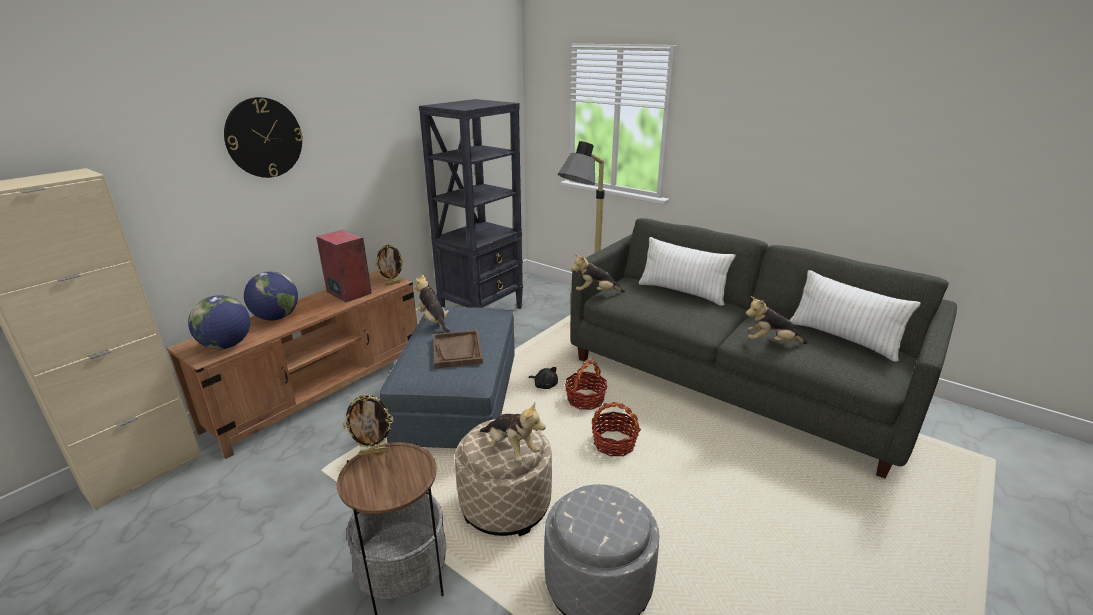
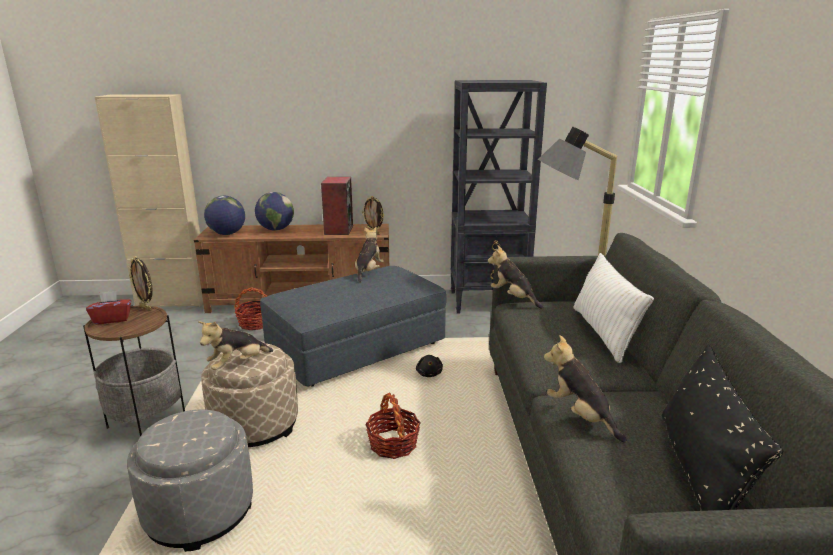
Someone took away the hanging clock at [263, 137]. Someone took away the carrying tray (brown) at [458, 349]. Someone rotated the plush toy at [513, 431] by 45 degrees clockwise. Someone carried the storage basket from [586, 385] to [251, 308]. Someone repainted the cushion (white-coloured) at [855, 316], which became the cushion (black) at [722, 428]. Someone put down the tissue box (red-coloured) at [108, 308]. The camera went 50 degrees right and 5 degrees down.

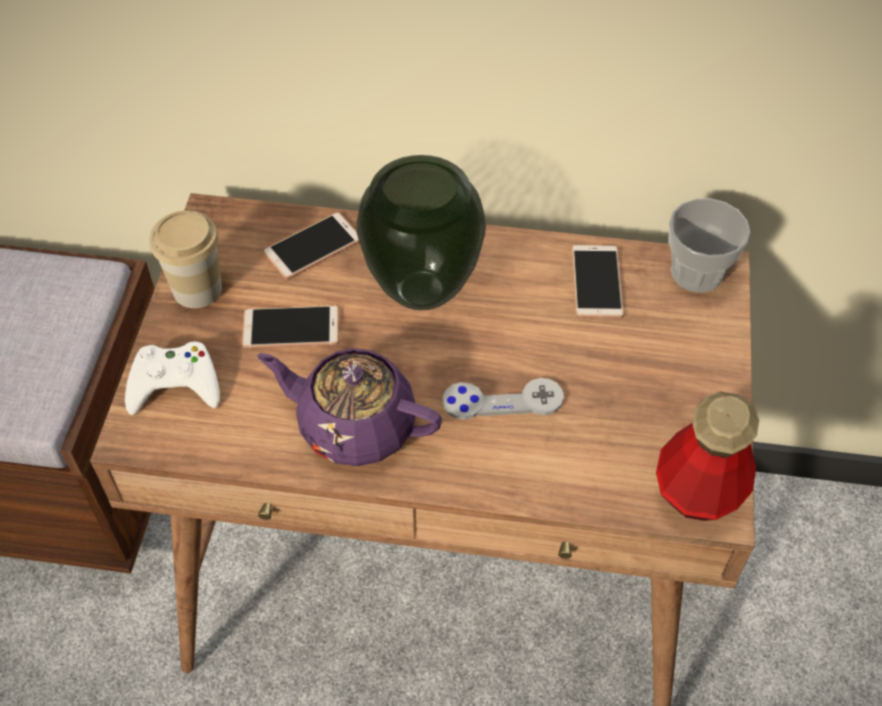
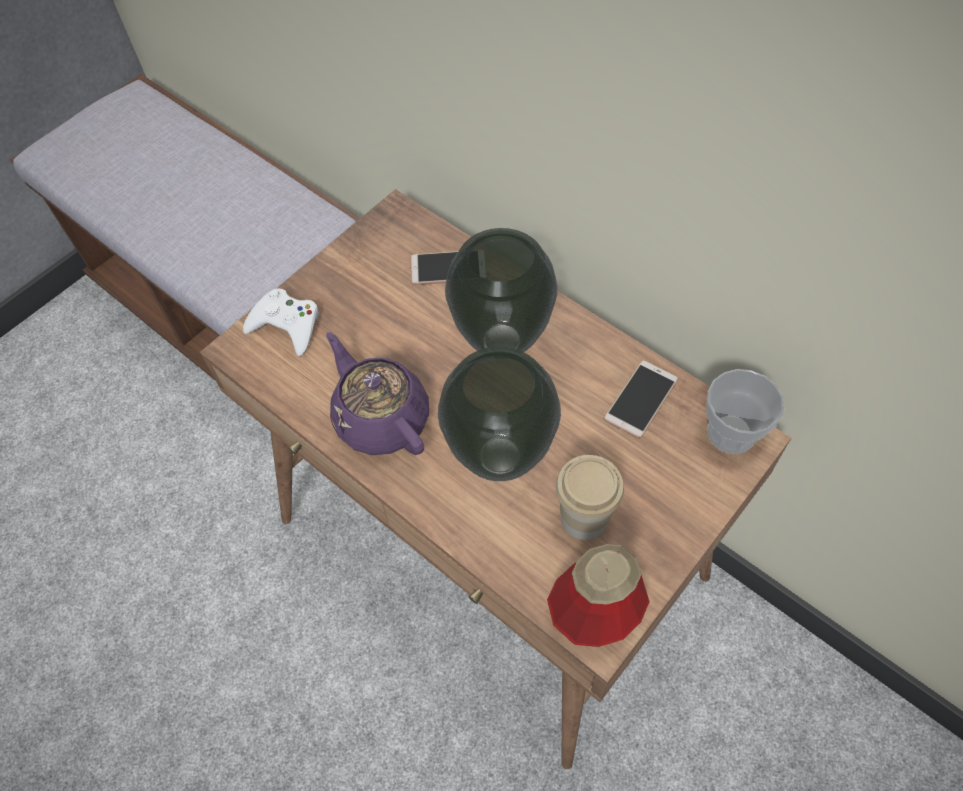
Someone carried the small cup from [186, 259] to [590, 497]. Someone took away the handset at [290, 327]. Someone swapped the gamepad (grey) at [503, 399] for the flower vase at [499, 414]. The camera went 35 degrees right and 5 degrees up.

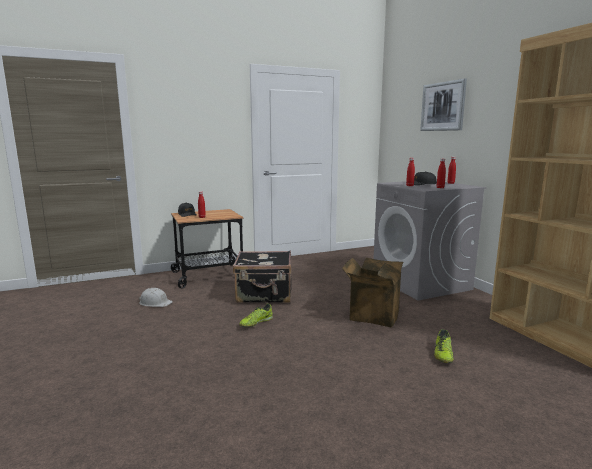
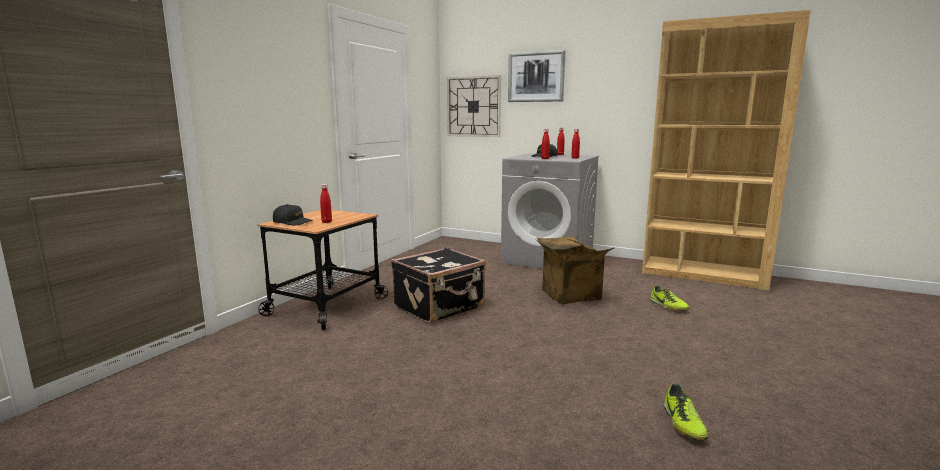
Someone took away the hard hat (white-coloured) at [156, 297]. Someone carried the item of footwear from [256, 315] to [686, 412]. Someone put up the hanging clock at [474, 106]. The camera went 40 degrees left and 0 degrees up.

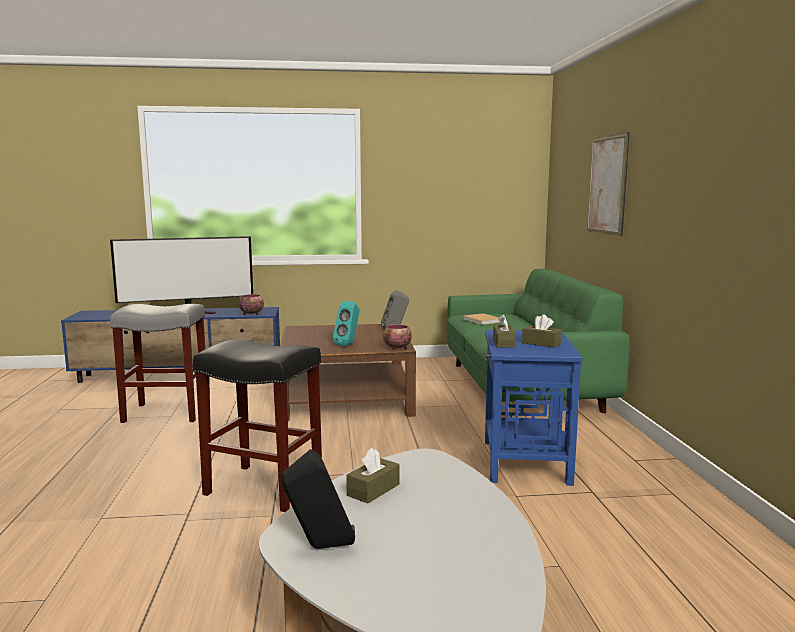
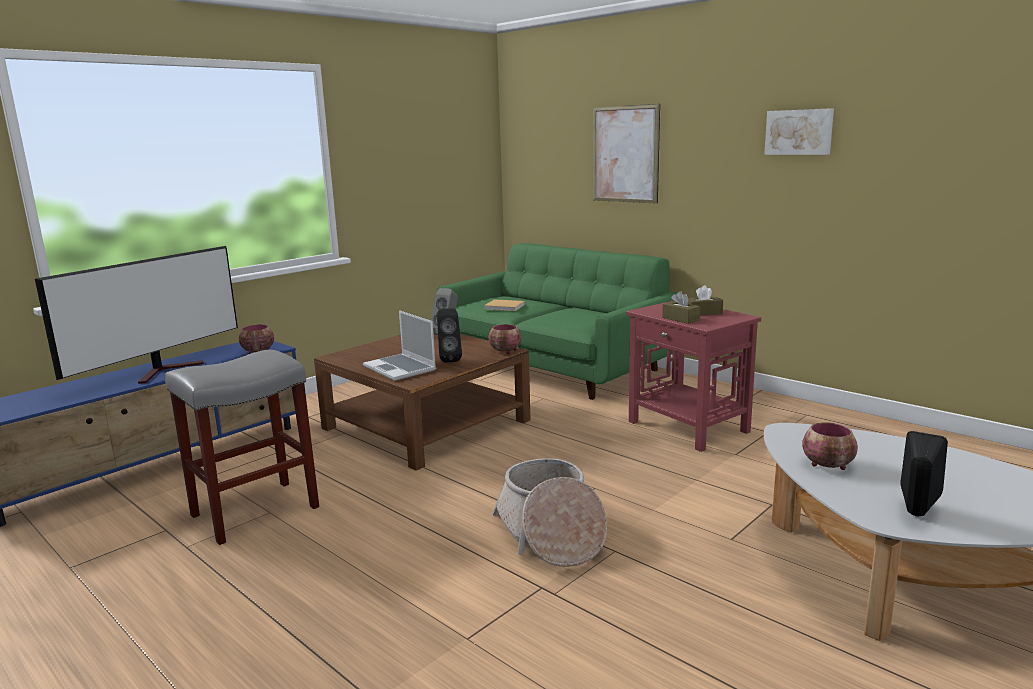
Someone swapped the stool (black) at [257, 425] for the storage basket at [549, 512]. Someone repainted the audio speaker (turquoise) at [346, 323], which became the audio speaker (black) at [449, 335]. Someone swapped the tissue box (brown) at [373, 475] for the deep dish at [830, 446]. Someone repainted the end table (bluish) at [534, 408], which became the end table (red-coloured) at [693, 376]. Someone put down the portable computer at [399, 345]. Someone put up the picture at [799, 131]. The camera went 40 degrees left and 5 degrees up.

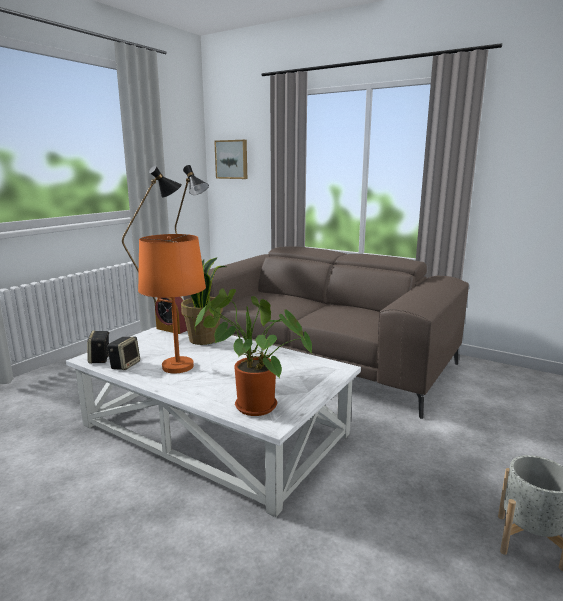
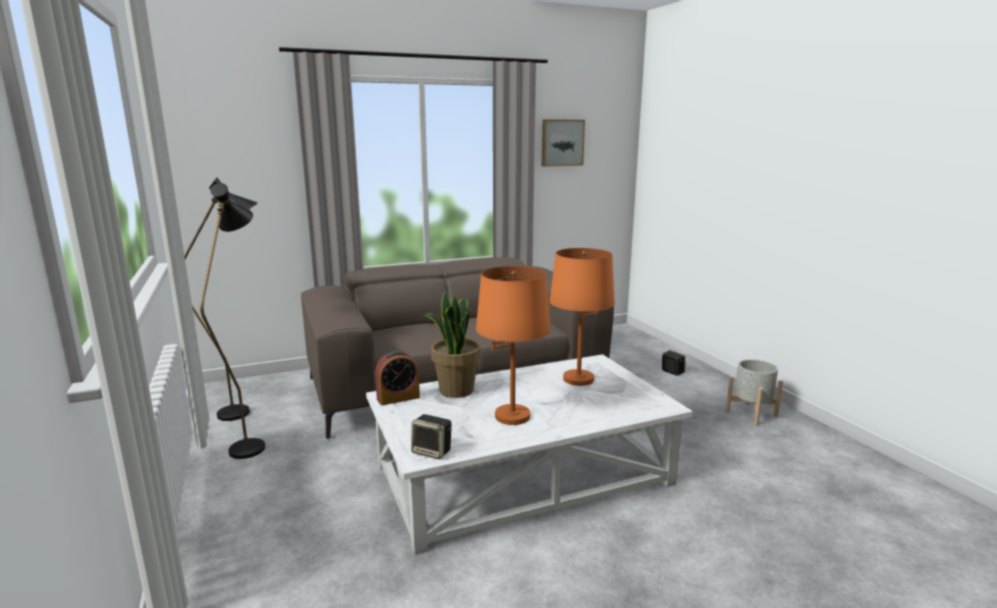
Someone carried the audio speaker from [123, 353] to [674, 363]. Someone took away the houseplant at [253, 352]. Someone carried the picture from [230, 159] to [563, 143]. Someone put down the table lamp (orange-coloured) at [582, 317]. The camera went 55 degrees left and 0 degrees up.

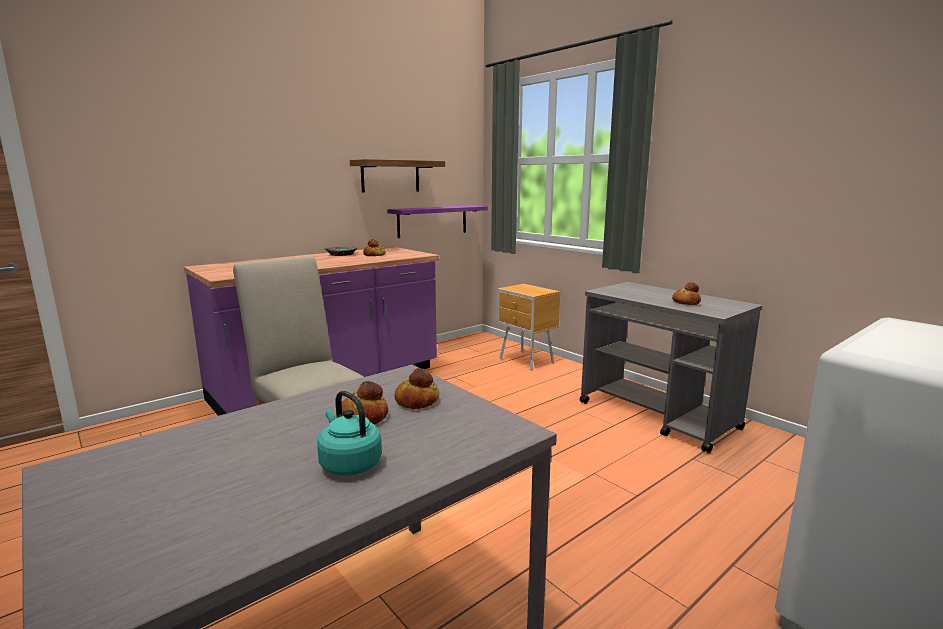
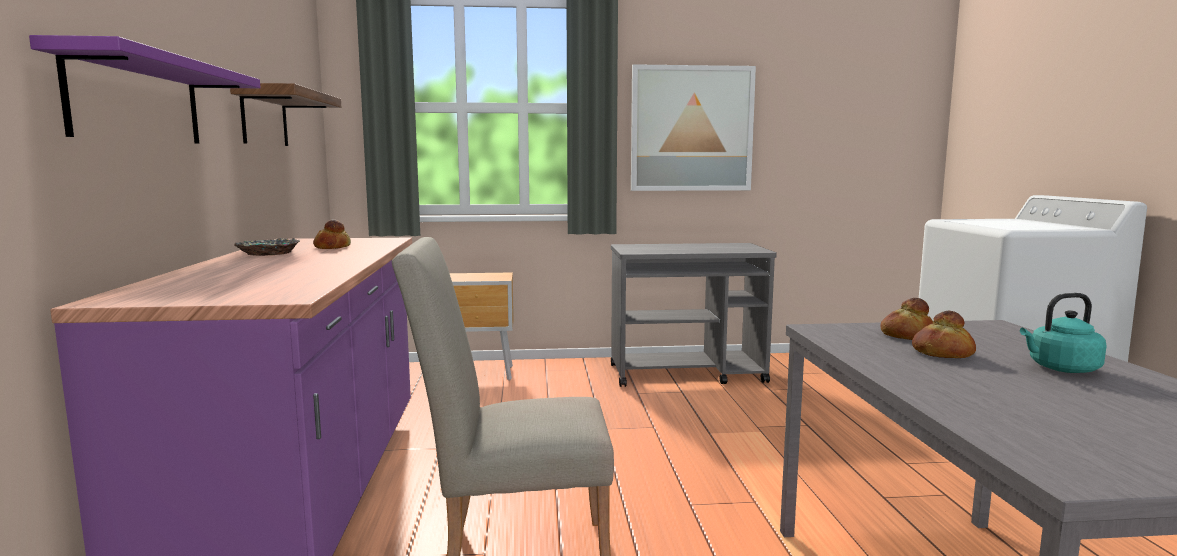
Someone carried the bracket shelf (purple) from [437, 221] to [145, 89]. Someone took away the baked bread at [686, 293]. Someone put up the picture at [693, 127]. The camera went 55 degrees left and 5 degrees down.

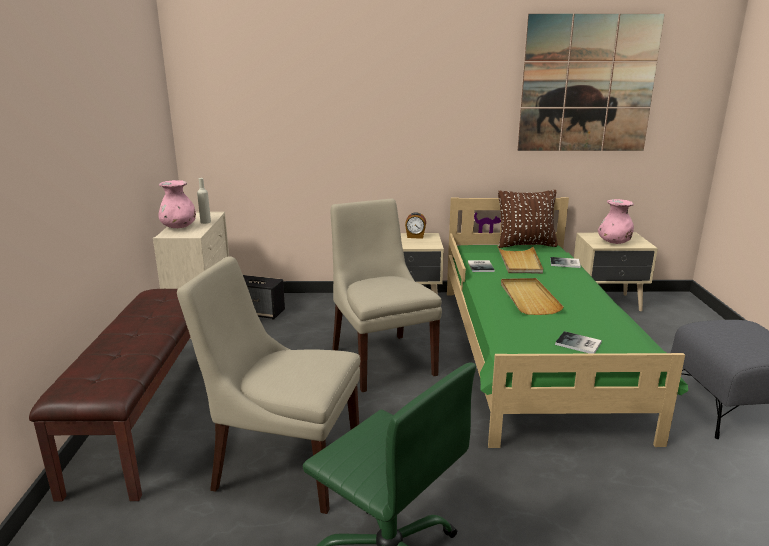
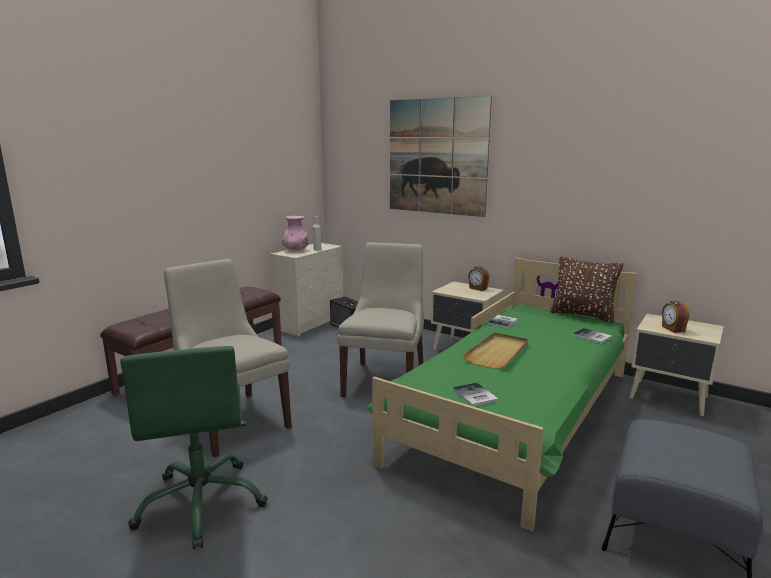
Someone took away the carrying tray (beige) at [520, 259]. Someone carried the picture from [591, 82] to [441, 156]. Someone swapped the flower vase (pink) at [616, 221] for the alarm clock at [675, 317]. The camera went 35 degrees right and 5 degrees down.

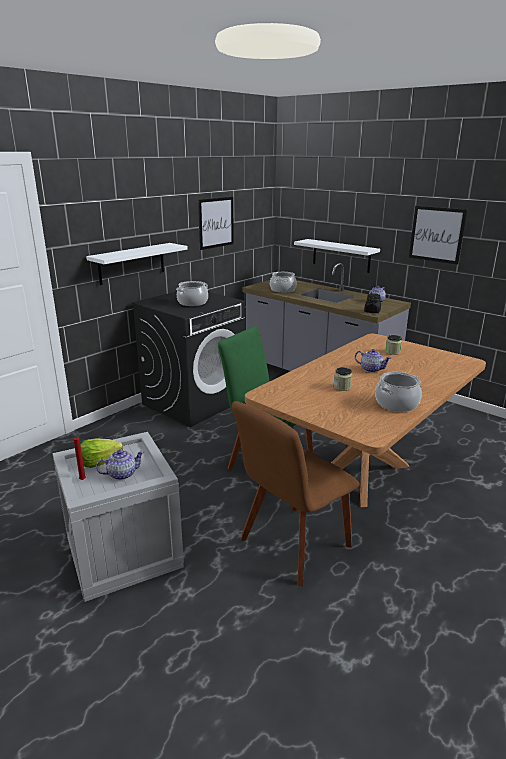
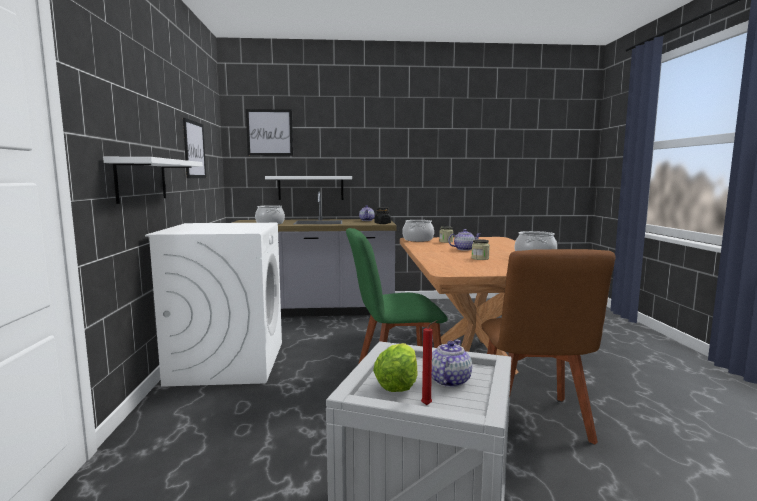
Someone repainted the washing machine (black) at [188, 359], which became the washing machine (white-coloured) at [213, 305]. Someone carried the stockpot from [192, 293] to [418, 231]. Someone carried the picture from [438, 235] to [269, 132]. The camera went 45 degrees left and 15 degrees down.

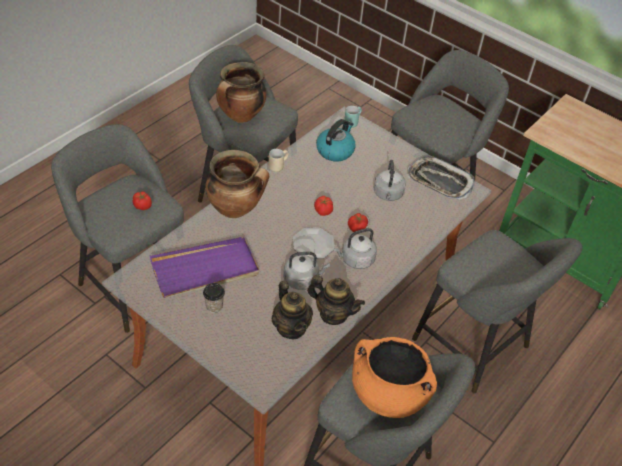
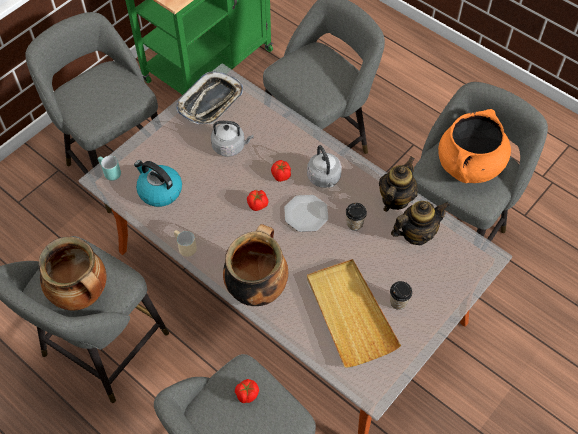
Someone repainted the carrying tray (purple) at [204, 267], which became the carrying tray (beige) at [354, 313]. Someone swapped the tea kettle (grey) at [307, 271] for the small cup at [356, 217]. The camera went 85 degrees left and 10 degrees up.

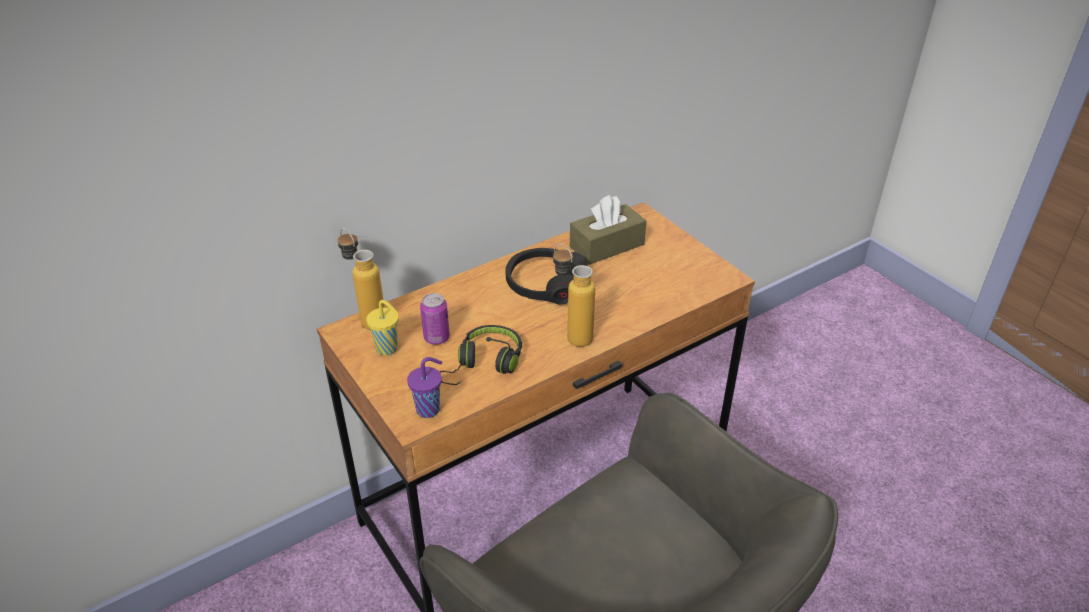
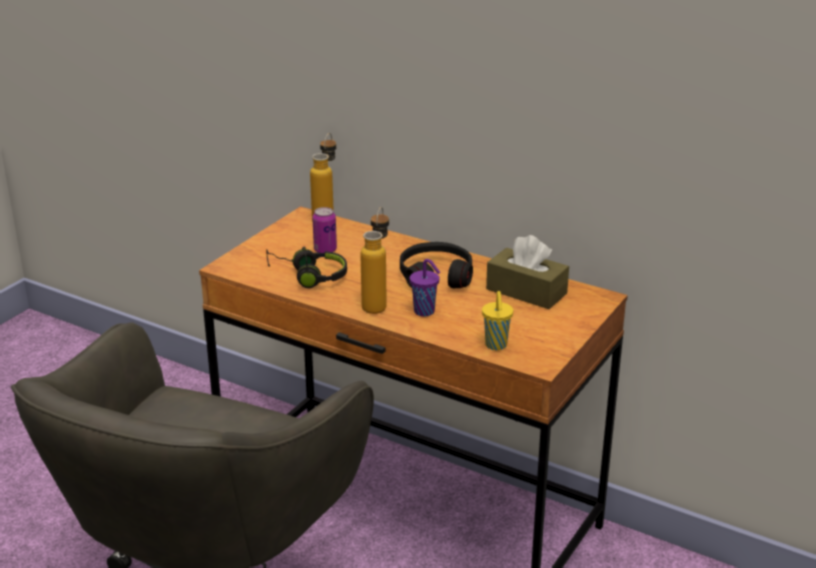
Someone carried the small cup (yellow) from [382, 328] to [497, 320]. Someone carried the small cup (purple) from [424, 387] to [425, 287]. The camera went 65 degrees right and 10 degrees down.

